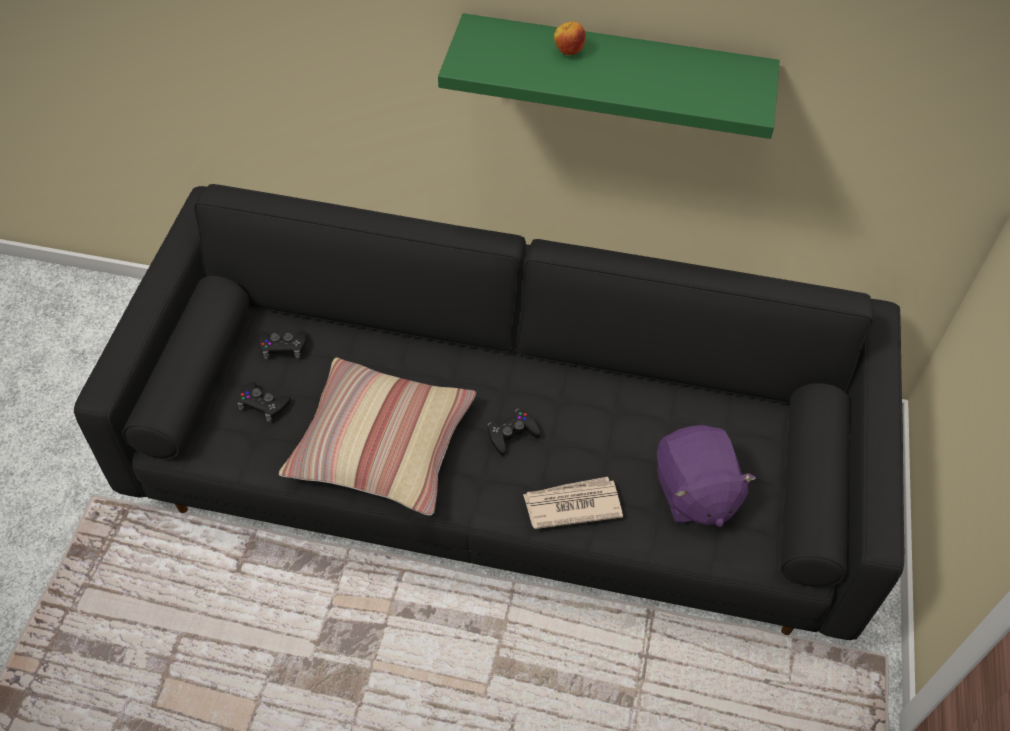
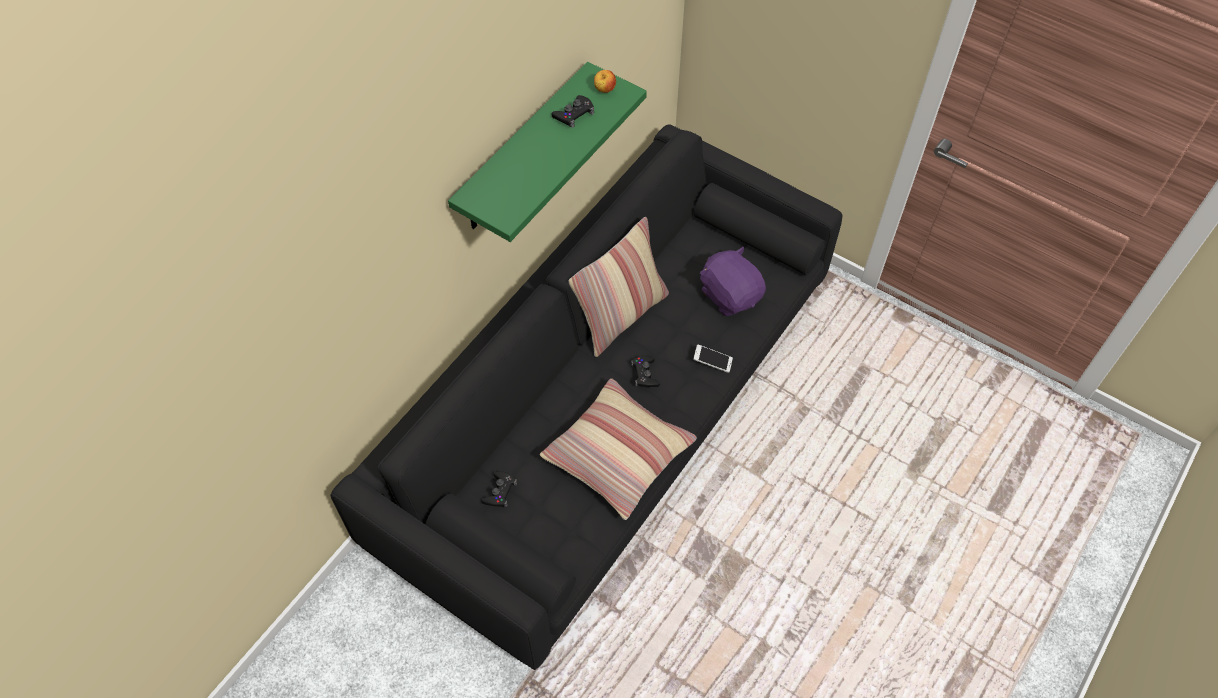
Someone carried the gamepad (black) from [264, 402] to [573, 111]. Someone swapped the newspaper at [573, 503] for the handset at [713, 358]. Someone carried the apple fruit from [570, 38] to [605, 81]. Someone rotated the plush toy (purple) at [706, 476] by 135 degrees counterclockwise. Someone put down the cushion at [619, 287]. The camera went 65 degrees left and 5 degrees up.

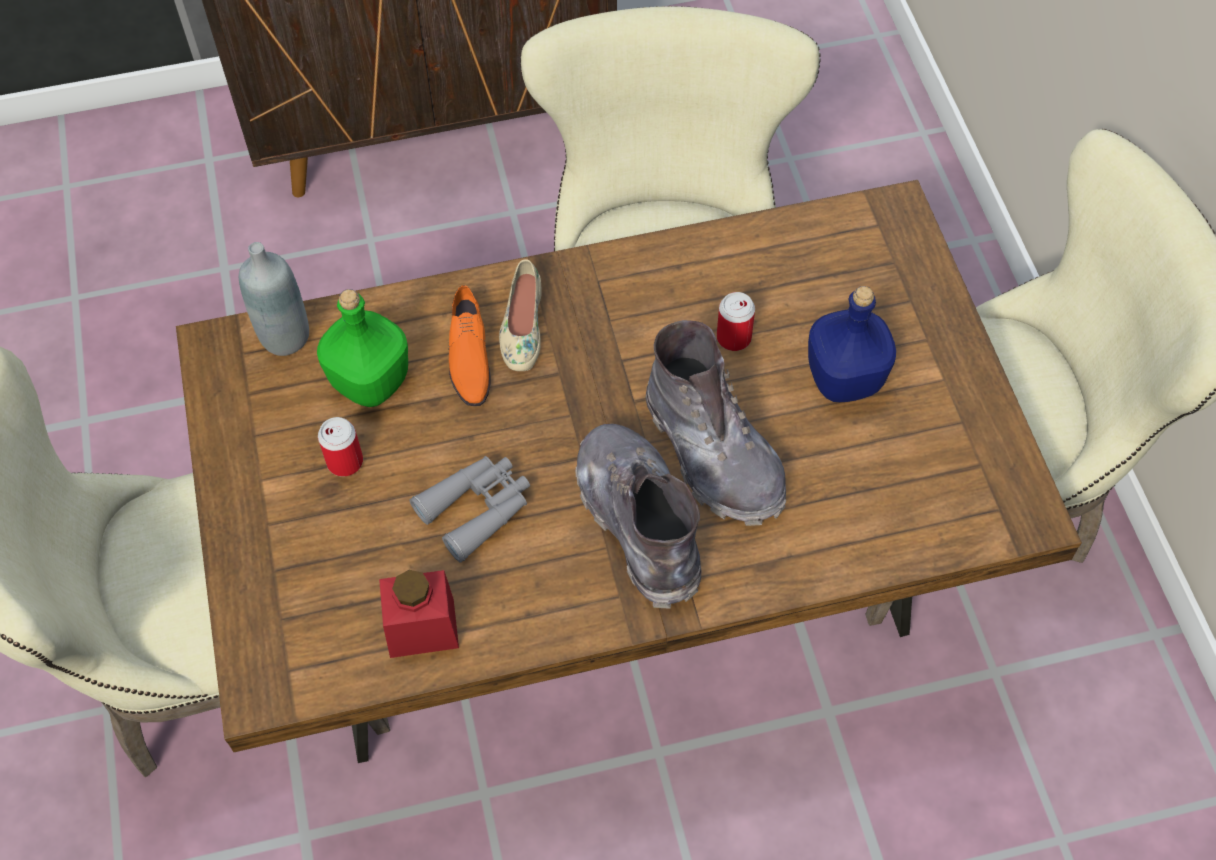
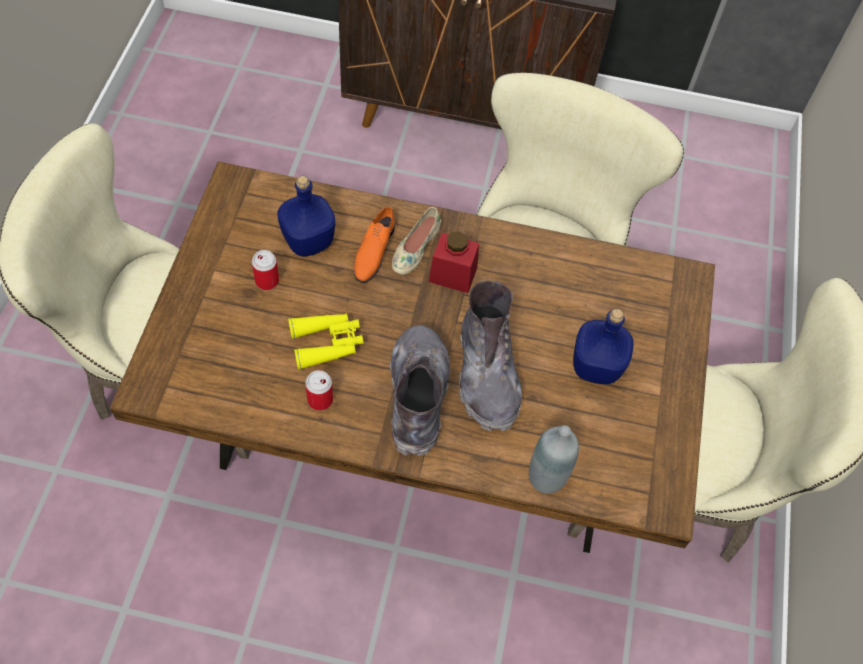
Someone carried the bottle (grey) from [274, 299] to [554, 459]. Someone repainted the bottle (green) at [362, 348], which became the bottle (bluish) at [306, 216]. Someone carried the jar (red-coloured) from [419, 614] to [454, 262]. Someone repainted the pair of binoculars (grey) at [469, 509], which became the pair of binoculars (yellow) at [325, 342]. Someone carried the sealed can from [736, 321] to [319, 390]. The camera went 20 degrees right and 0 degrees up.

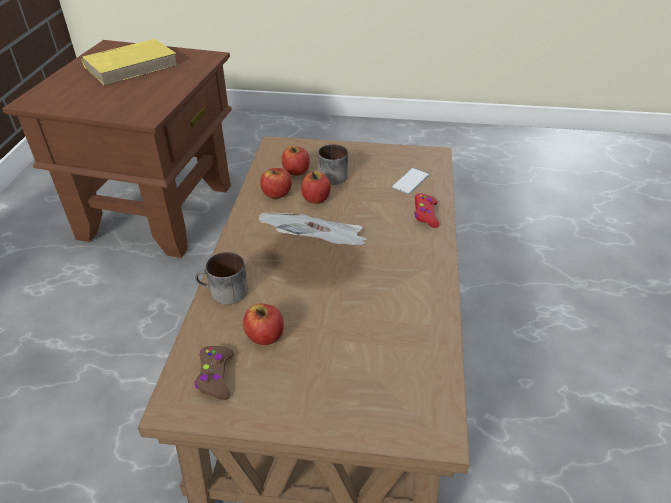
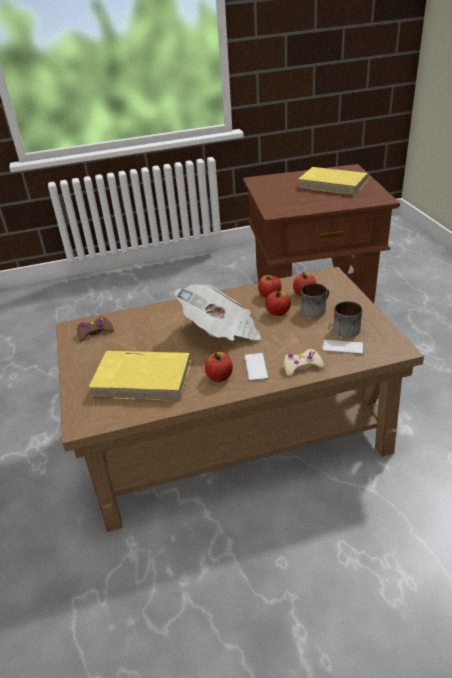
Someone carried the tea mug from [221, 278] to [347, 319]. Someone carried the apple fruit from [263, 324] to [219, 367]. Someone repainted the gamepad (red-coloured) at [426, 210], which became the gamepad (beige) at [304, 362]. Someone put down the book (yellow) at [140, 376]. Someone put down the handset at [256, 367]. The camera went 70 degrees right and 5 degrees down.

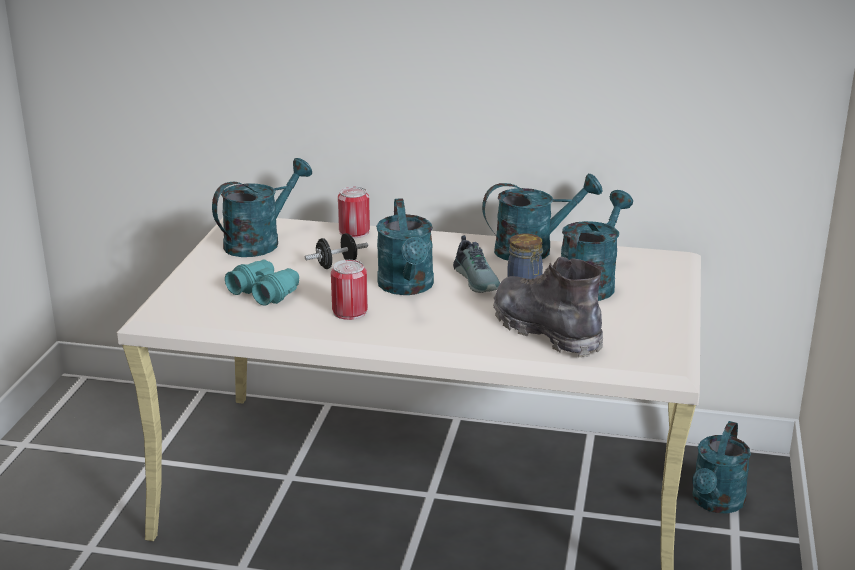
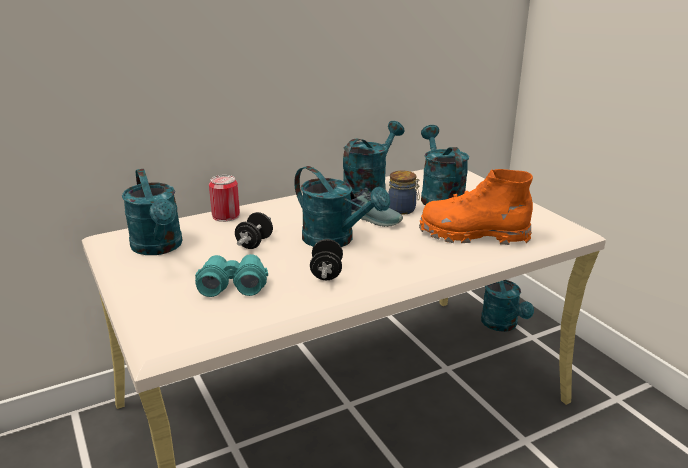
Someone rotated the sprinkling can (turquoise) at [262, 207] by 150 degrees clockwise. Someone swapped the sealed can at [349, 290] for the hand weight (black) at [326, 259]. Someone repainted the tall boot (grey) at [548, 306], which became the tall boot (orange-coloured) at [476, 207]. The camera went 40 degrees left and 0 degrees up.

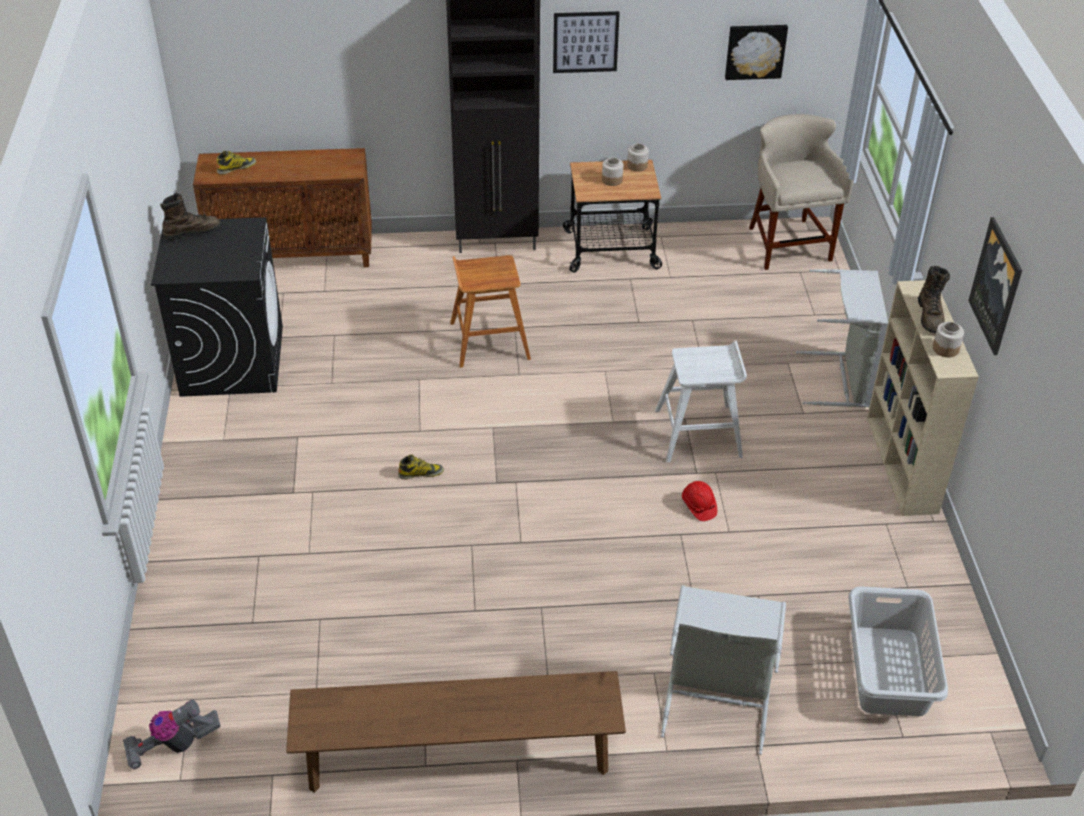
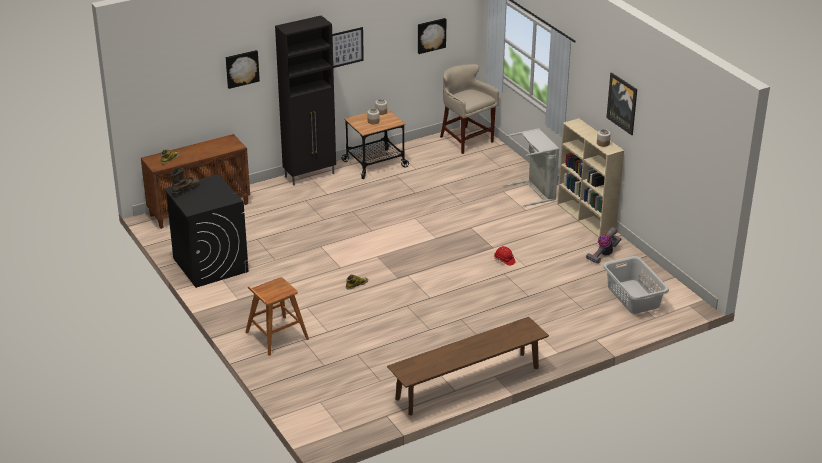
Someone carried the hoover from [172, 734] to [603, 245]. Someone carried the stool (brown) from [490, 311] to [277, 316]. Someone took away the stool (white-coloured) at [701, 401]. Someone took away the washing basket (grey) at [723, 670]. Someone took away the tall boot (brown) at [934, 299]. Someone put up the picture at [243, 69]. The camera went 25 degrees left and 10 degrees down.

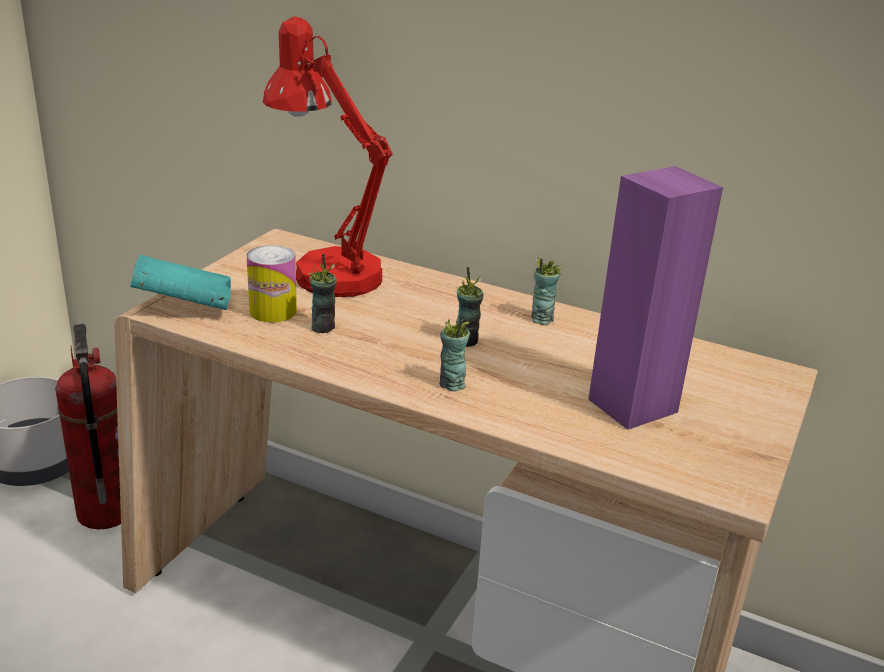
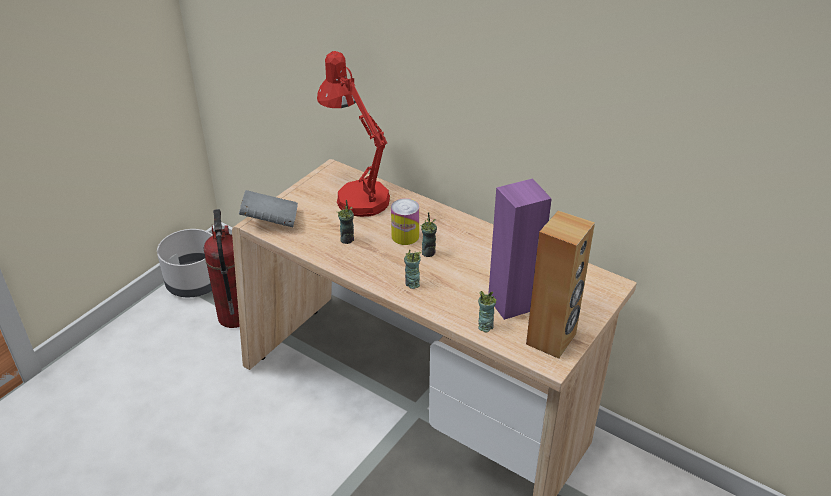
Someone repainted the book (turquoise) at [180, 282], which became the book (grey) at [268, 208]. Someone carried the sealed can from [272, 284] to [405, 221]. Someone carried the small cup from [546, 291] to [487, 312]. Someone put down the audio speaker (brown) at [560, 285]. The camera went 10 degrees right and 10 degrees up.

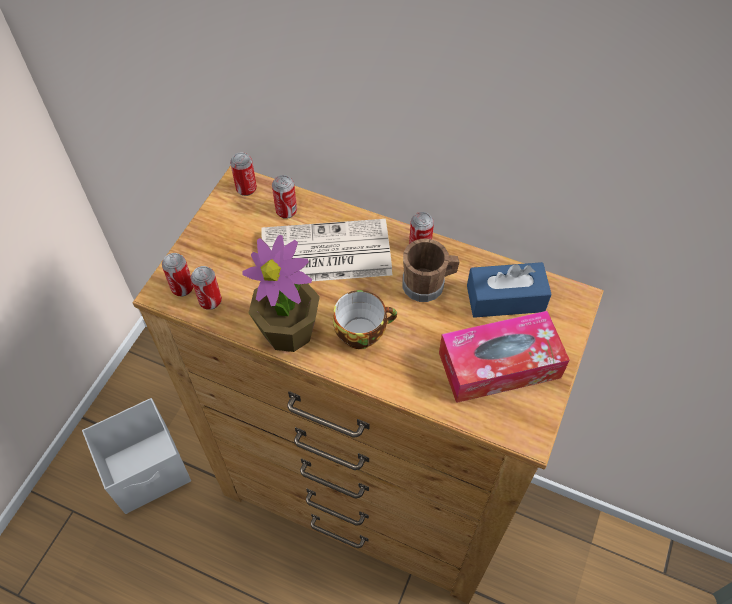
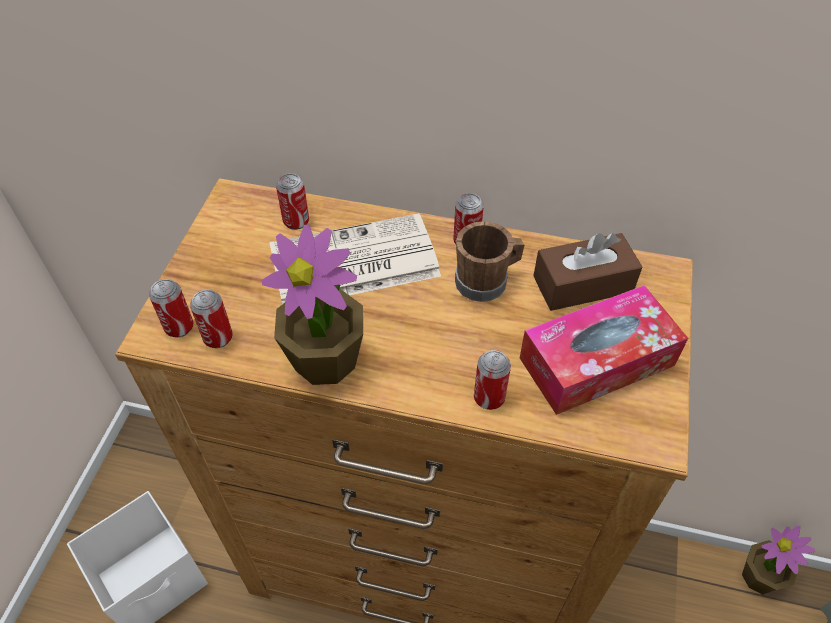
Someone carried the sealed can from [243, 174] to [492, 380]. Someone took away the small cup at [365, 319]. Someone repainted the tissue box (bluish) at [509, 290], which became the tissue box (brown) at [587, 272]. Someone put down the houseplant at [778, 560]. The camera went 10 degrees left and 5 degrees down.

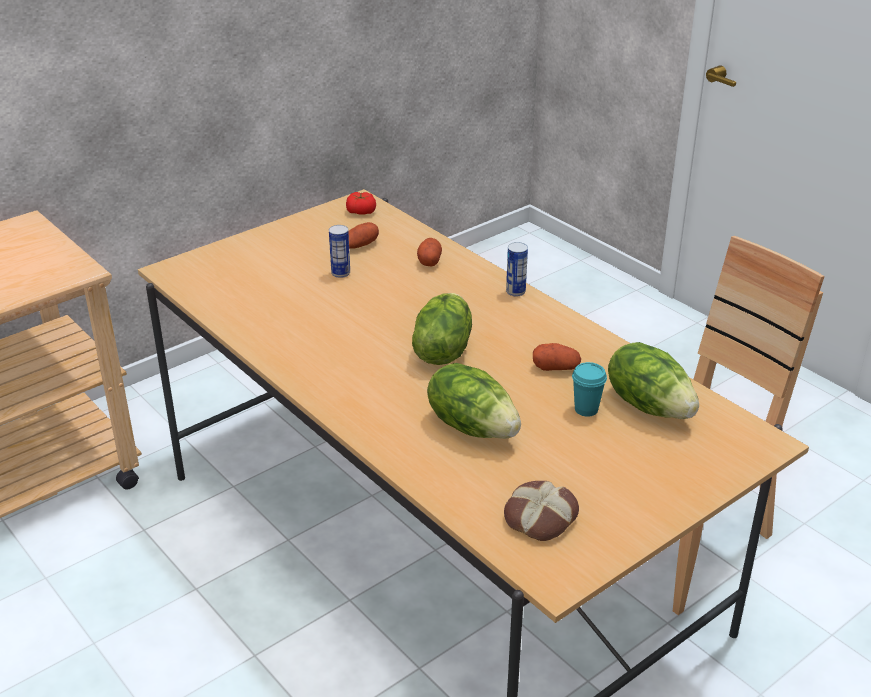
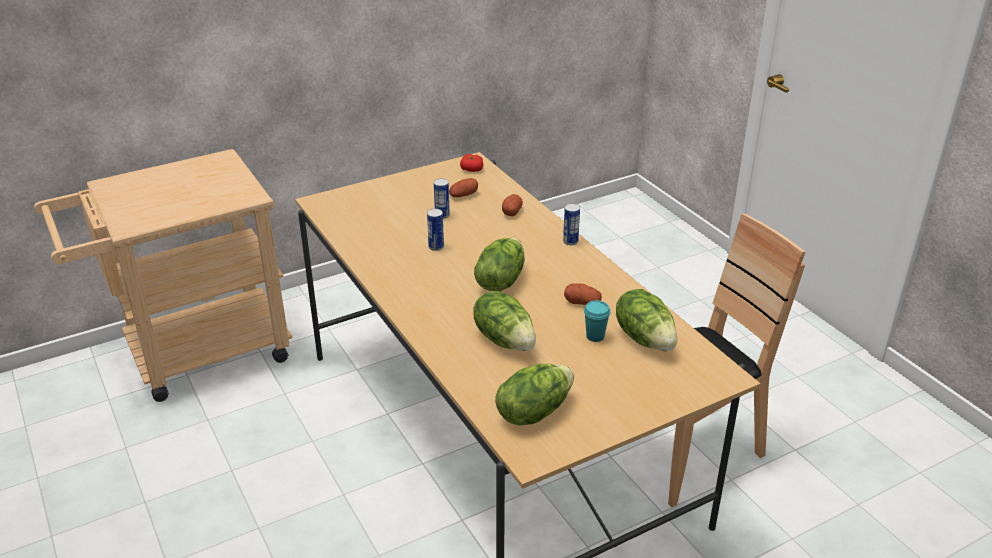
Someone swapped the baked bread at [541, 511] for the lettuce head at [534, 394]. Someone put down the sealed can at [435, 230]. The camera went 10 degrees right and 0 degrees up.

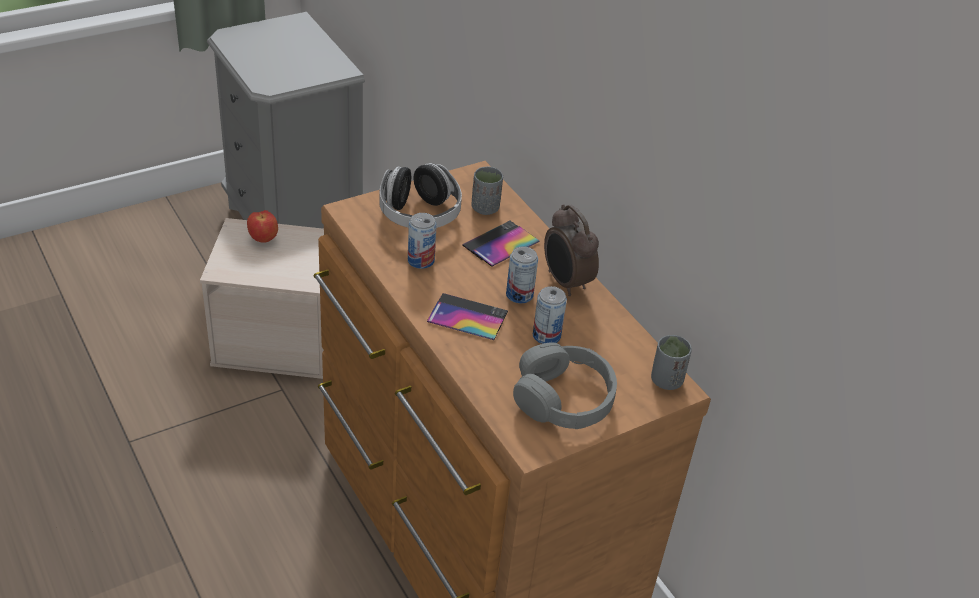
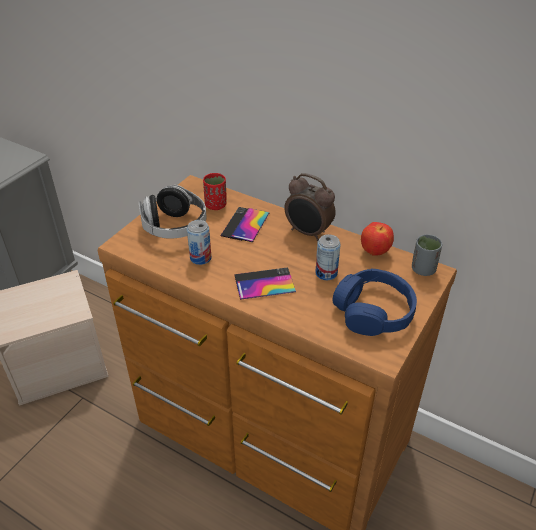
Someone carried the apple fruit from [262, 226] to [377, 239]. Someone repainted the small cup (grey) at [487, 191], which became the small cup (red-coloured) at [215, 191]. Someone took away the sealed can at [522, 274]. Someone repainted the headphones (grey) at [565, 386], which became the headphones (bluish) at [374, 302]. The camera went 25 degrees left and 0 degrees up.

